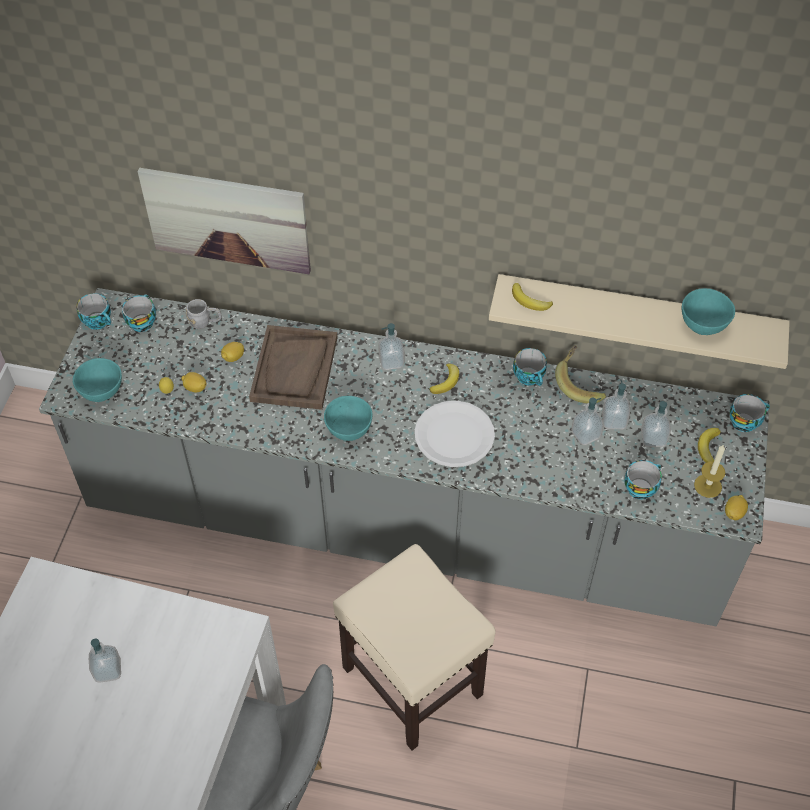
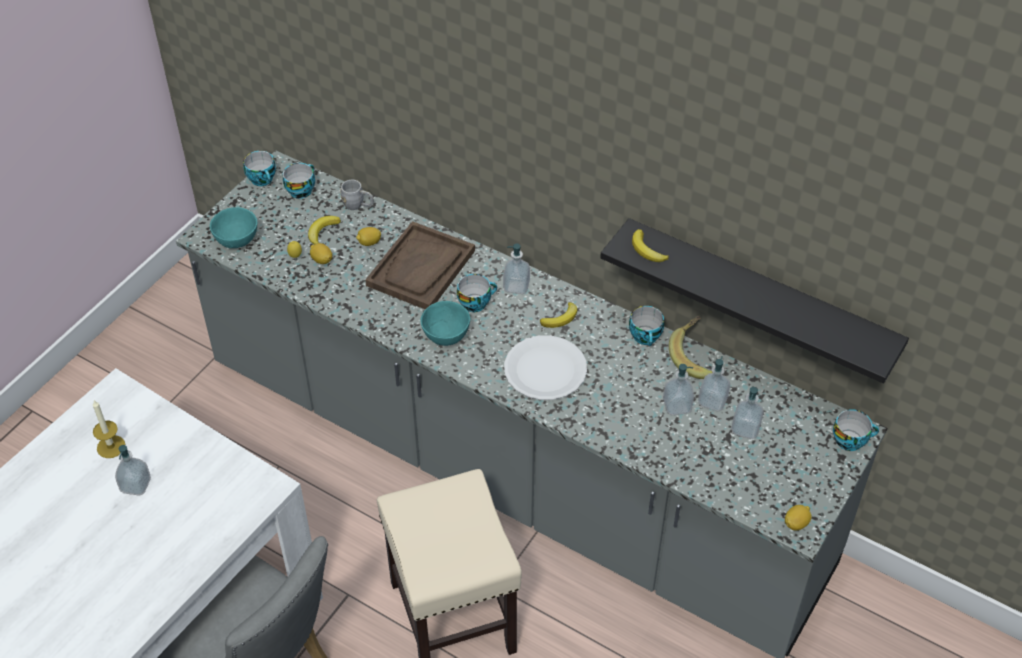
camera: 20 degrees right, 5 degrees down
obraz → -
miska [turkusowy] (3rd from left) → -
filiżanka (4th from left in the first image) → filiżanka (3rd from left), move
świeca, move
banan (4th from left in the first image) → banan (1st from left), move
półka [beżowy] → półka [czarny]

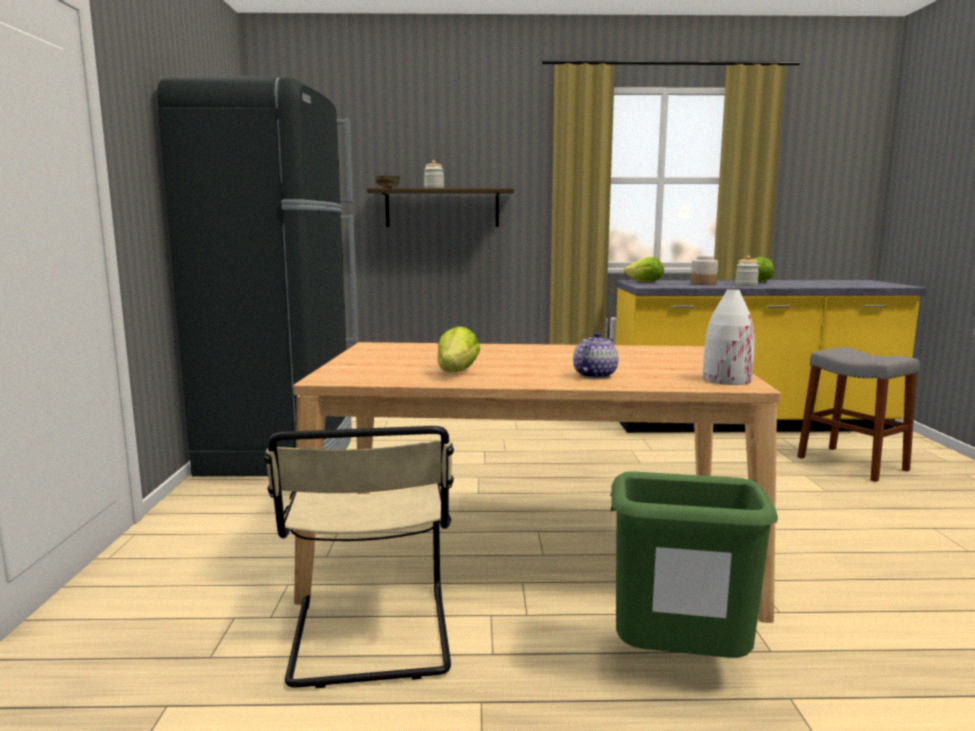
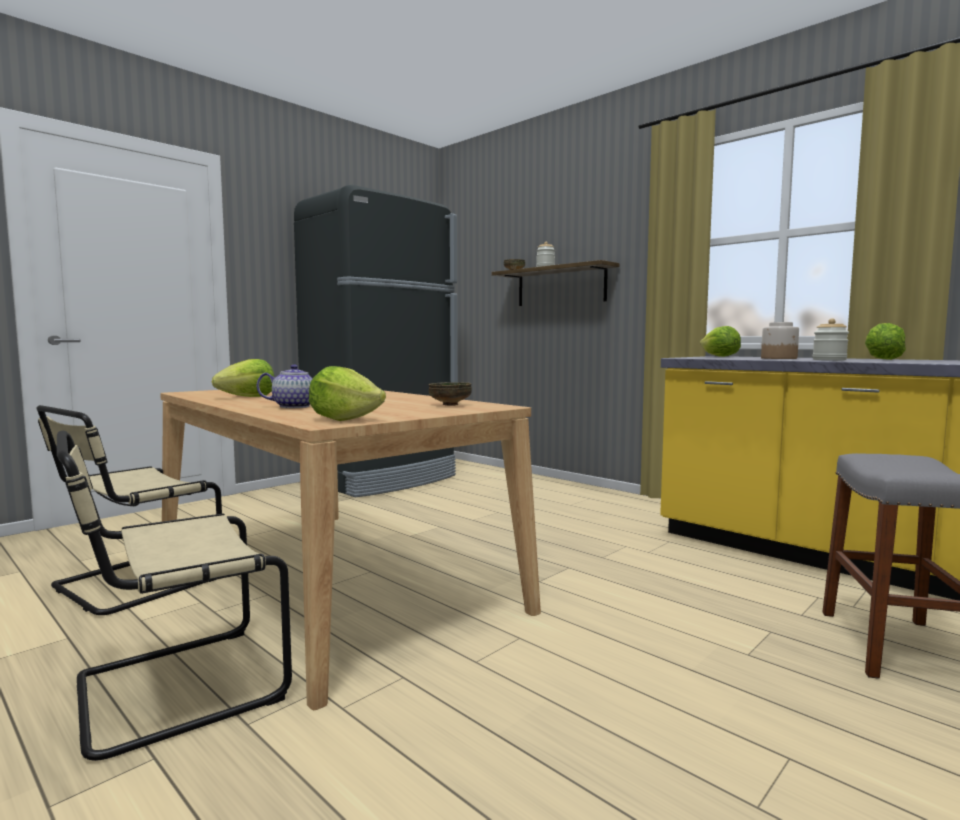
camera: 45 degrees right, 5 degrees down
- → miska (1st from left)
kosz na śmieci [zielony] → krzesło [beżowy] (2nd from left)
wazon [biały] → sałata (2nd from left)

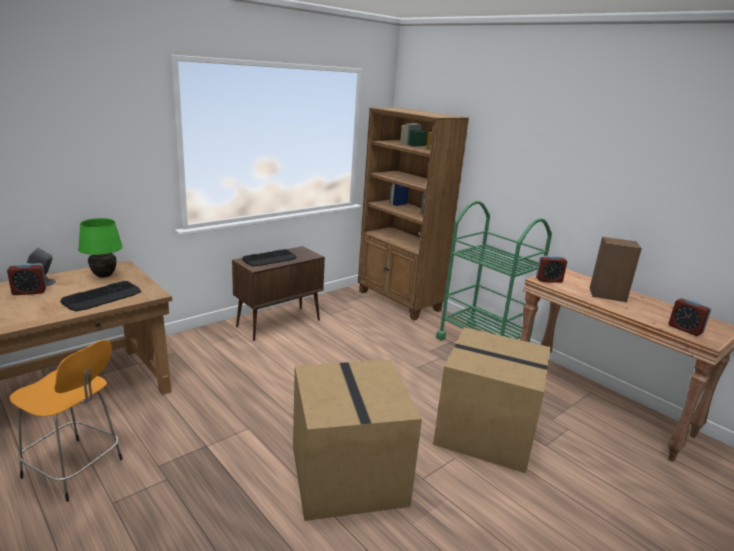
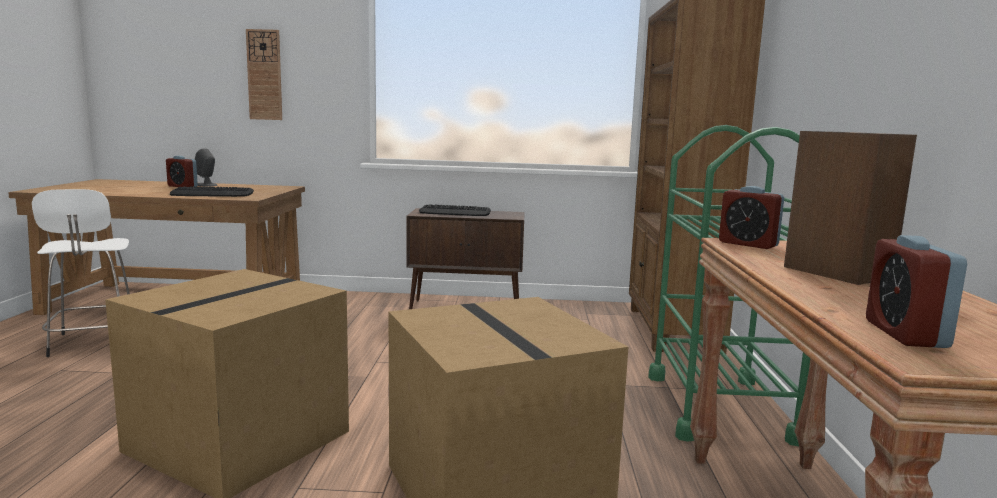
camera: 45 degrees right, 10 degrees down
lampa stołowa [zielony] → -
- → zegar ścienny
stołek [pomarańczowy] → stołek [biały]

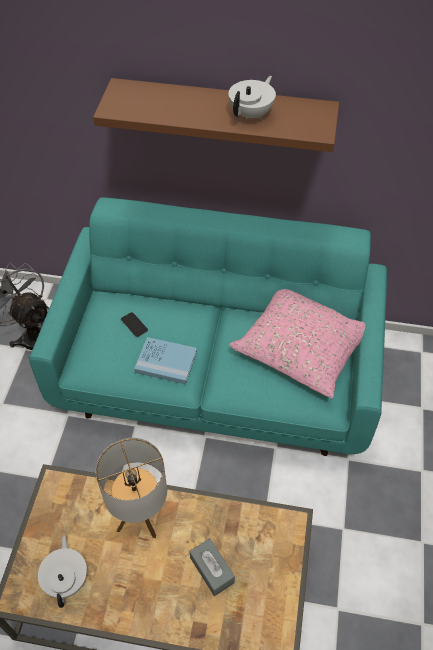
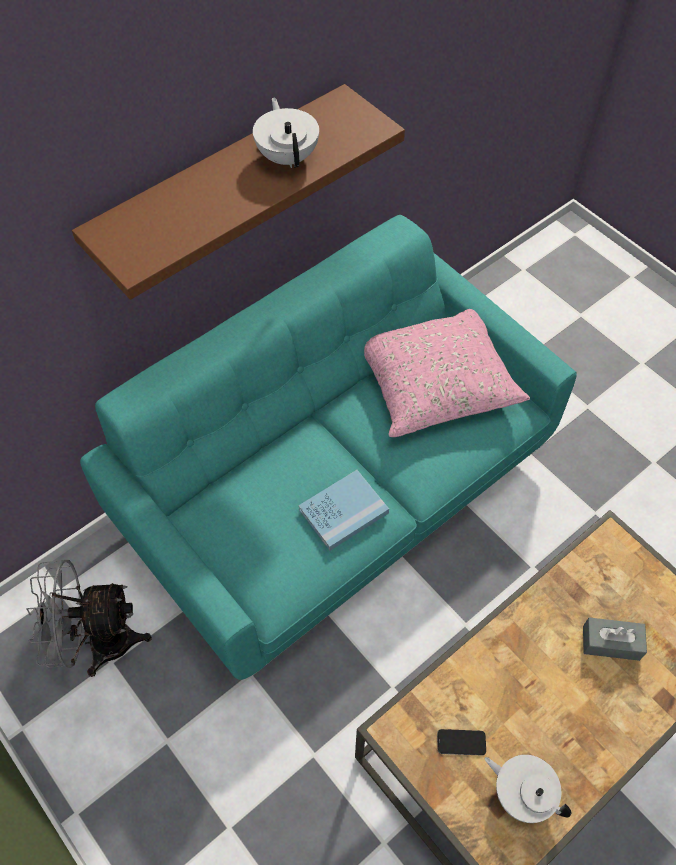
camera: 50 degrees left, 5 degrees up
lampa stołowa → -
telefon, move

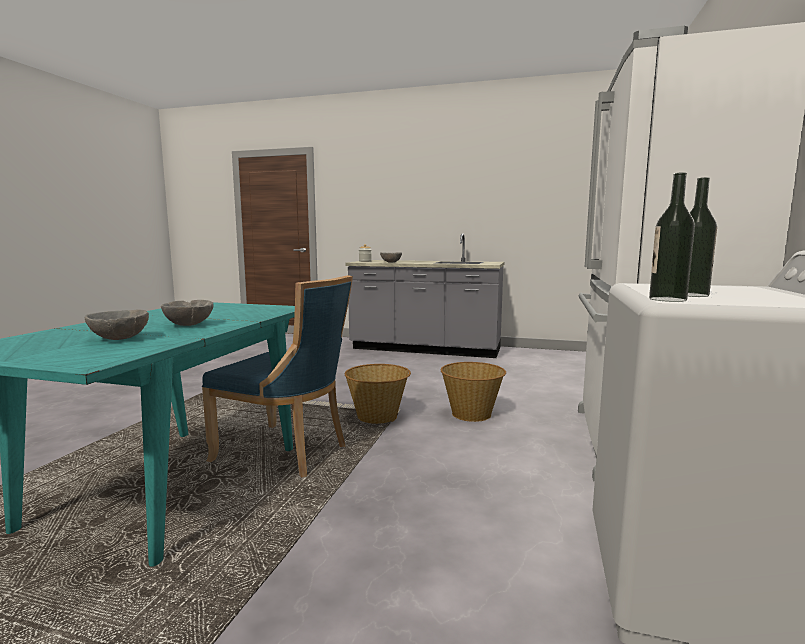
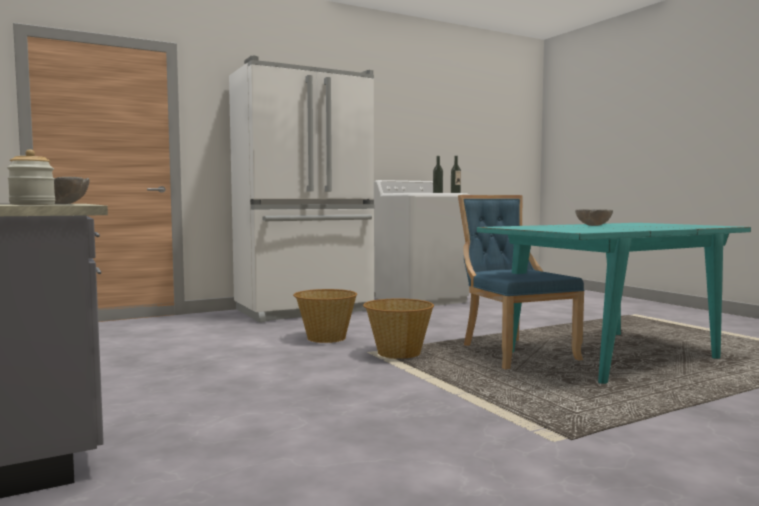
camera: 135 degrees left, 5 degrees down
miska [szary] (1st from left) → -

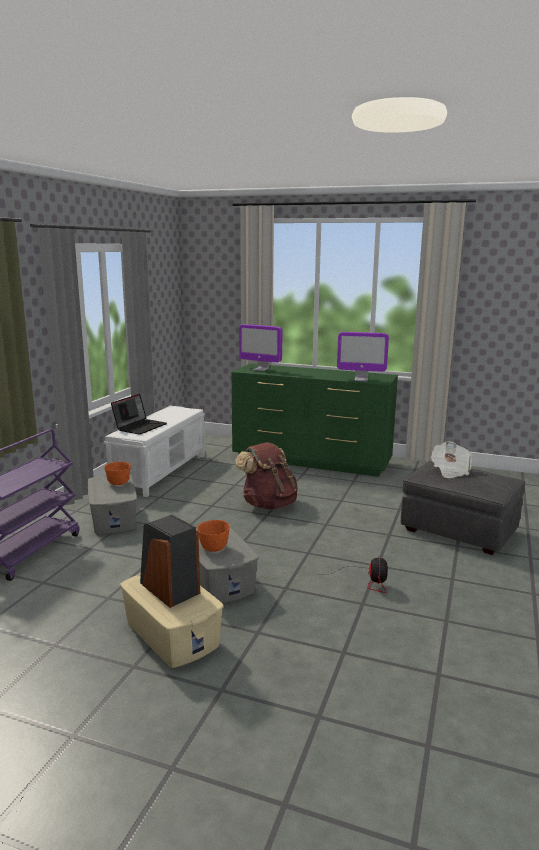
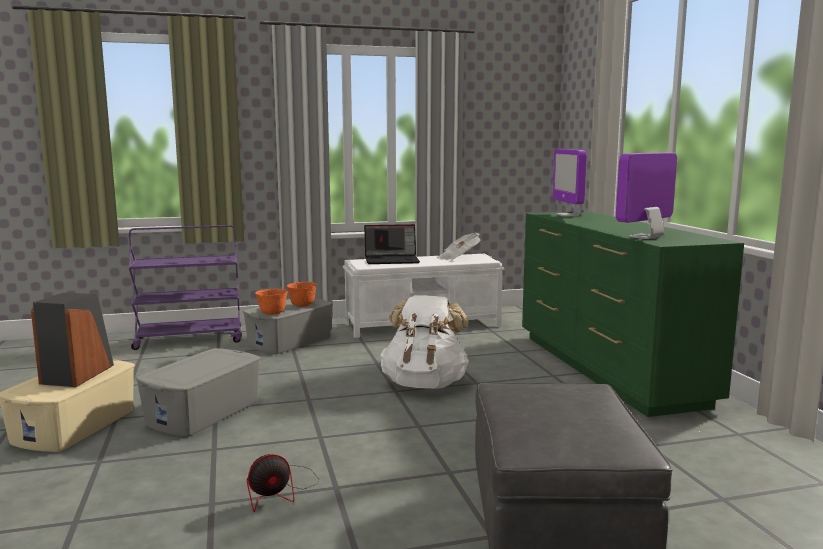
camera: 55 degrees right, 5 degrees down
miska [pomarańczowy] (2nd from left in the first image) → miska [pomarańczowy] (1st from left), move
gazeta, move
plecak [brązowy] → plecak [biały]
monitor (2nd from left), 75 degrees clockwise

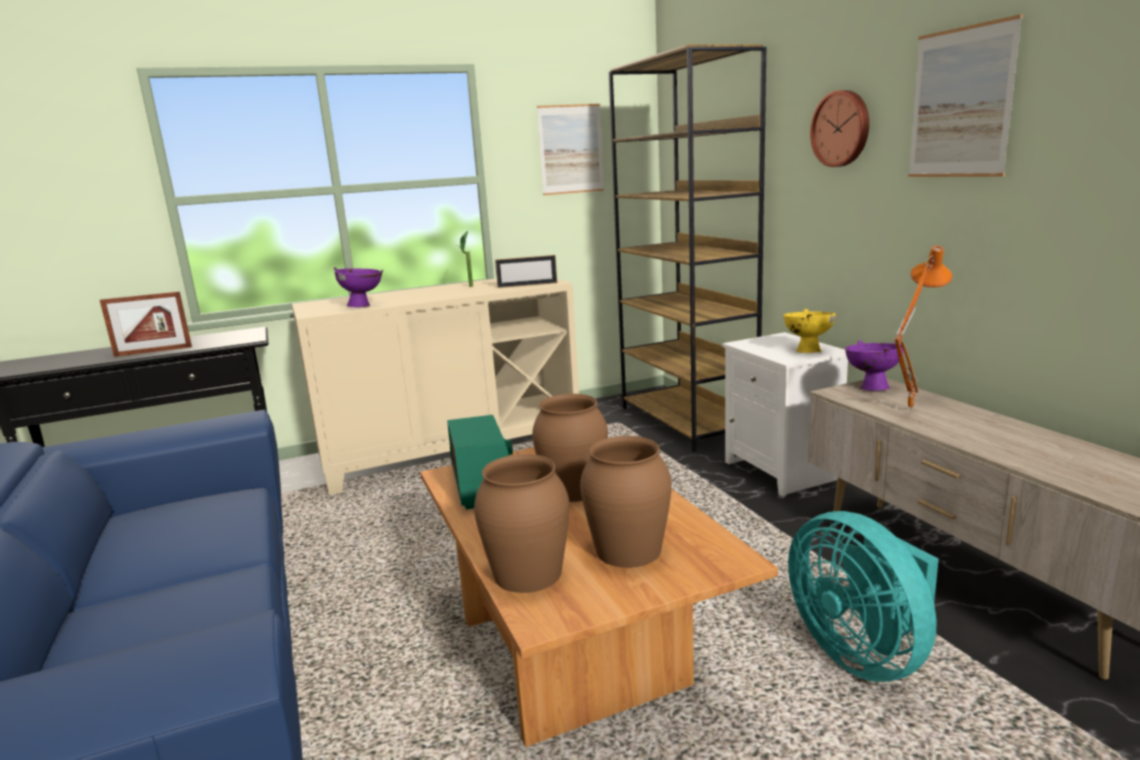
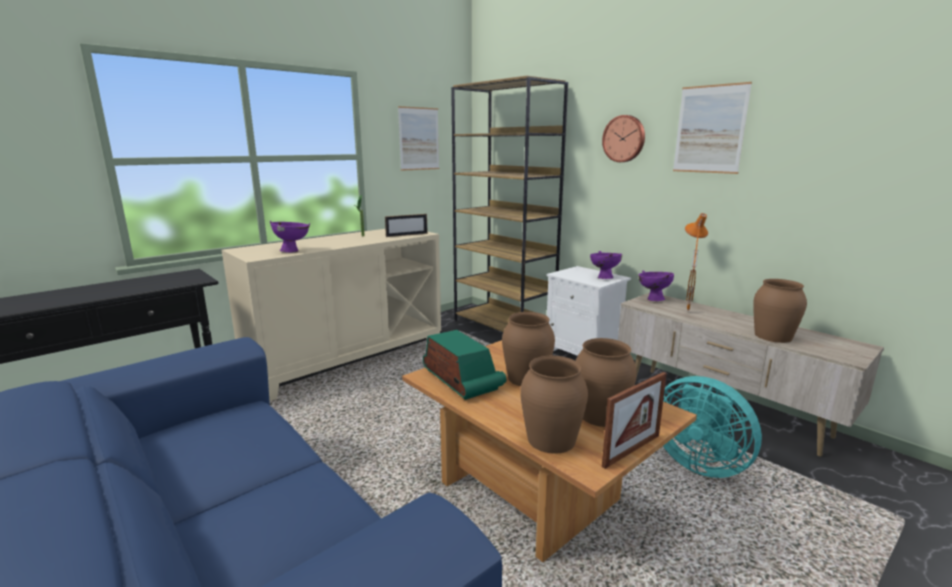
camera: 20 degrees left, 0 degrees up
- → wazon [brązowy] (4th from left)
ramka na zdjęcie (1st from left in the first image) → ramka na zdjęcie (2nd from left), move
miska [żółty] → miska [fioletowy] (2nd from left)

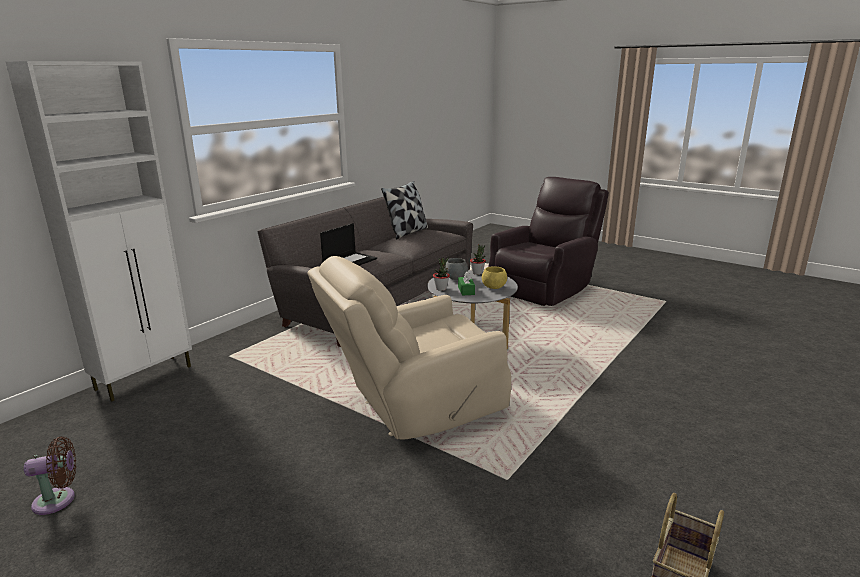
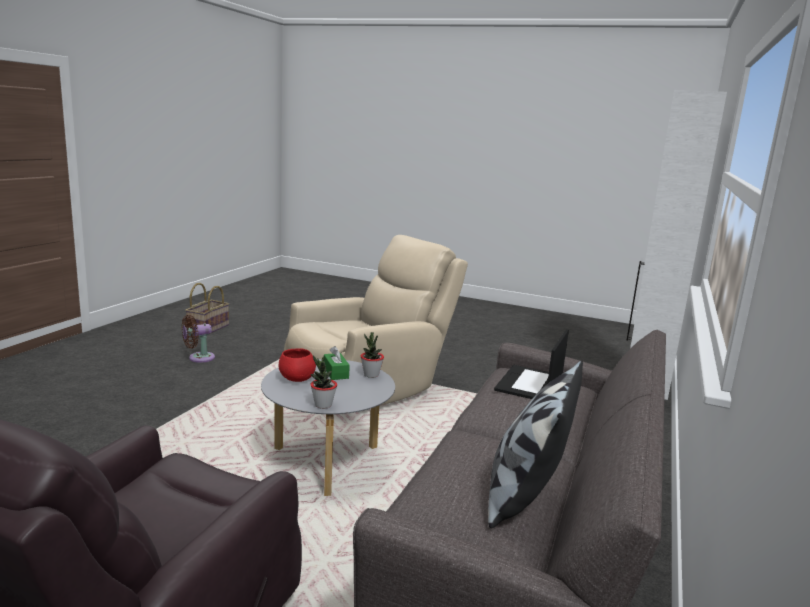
camera: 165 degrees right, 5 degrees down
miska [szary] → -
wentylator [brązowy], move
miska [żółty] → miska [czerwony]

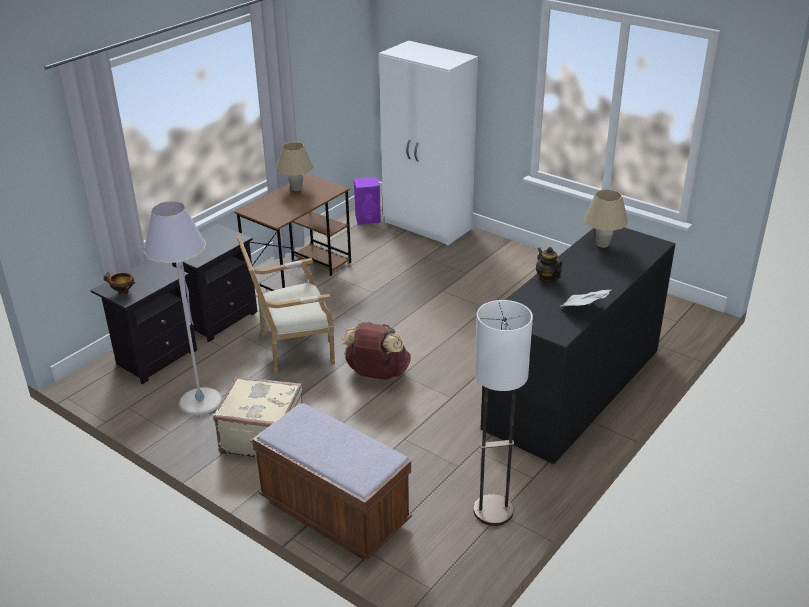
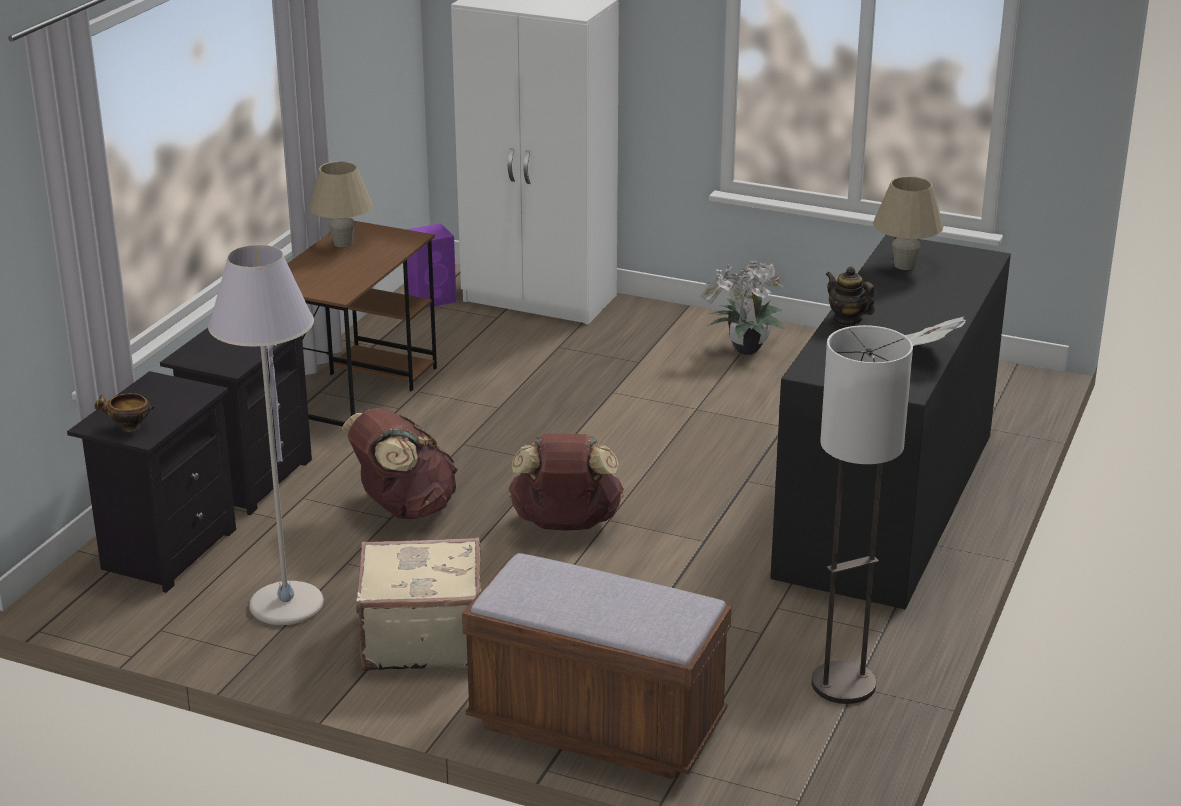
camera: 15 degrees left, 5 degrees down
- → roślina doniczkowa
fotel → plecak [brązowy] (1st from left)

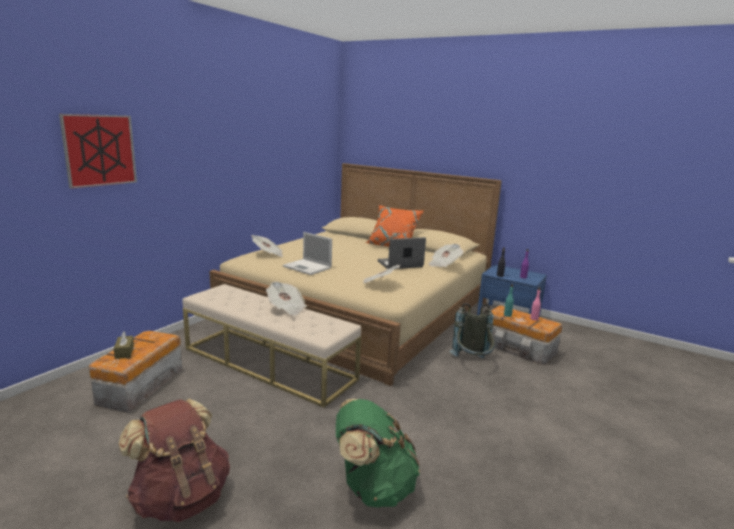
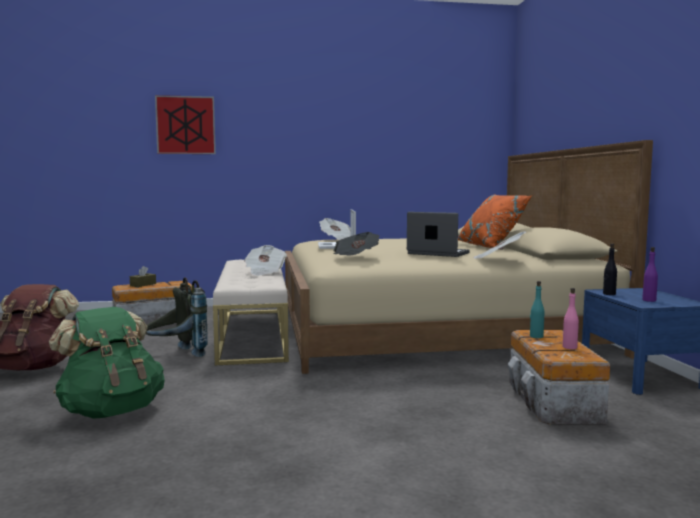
camera: 50 degrees right, 10 degrees down
plecak [szary], move

